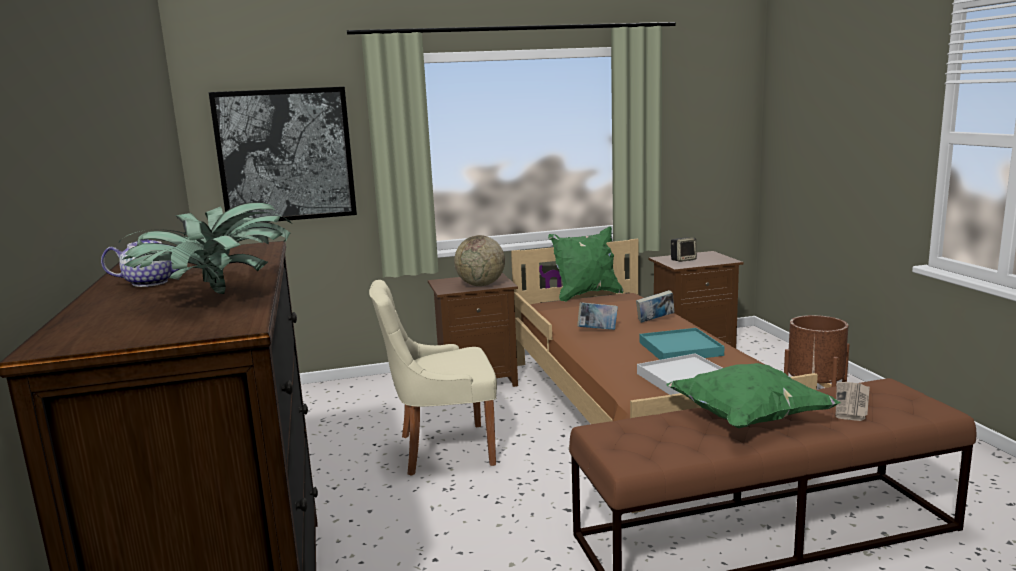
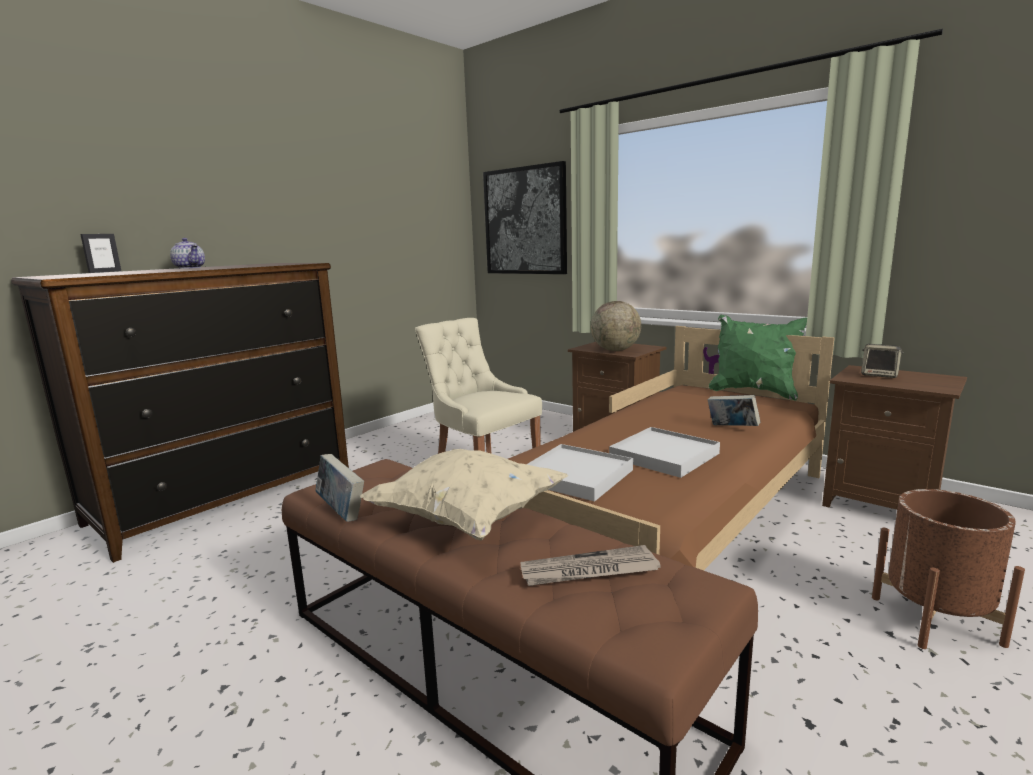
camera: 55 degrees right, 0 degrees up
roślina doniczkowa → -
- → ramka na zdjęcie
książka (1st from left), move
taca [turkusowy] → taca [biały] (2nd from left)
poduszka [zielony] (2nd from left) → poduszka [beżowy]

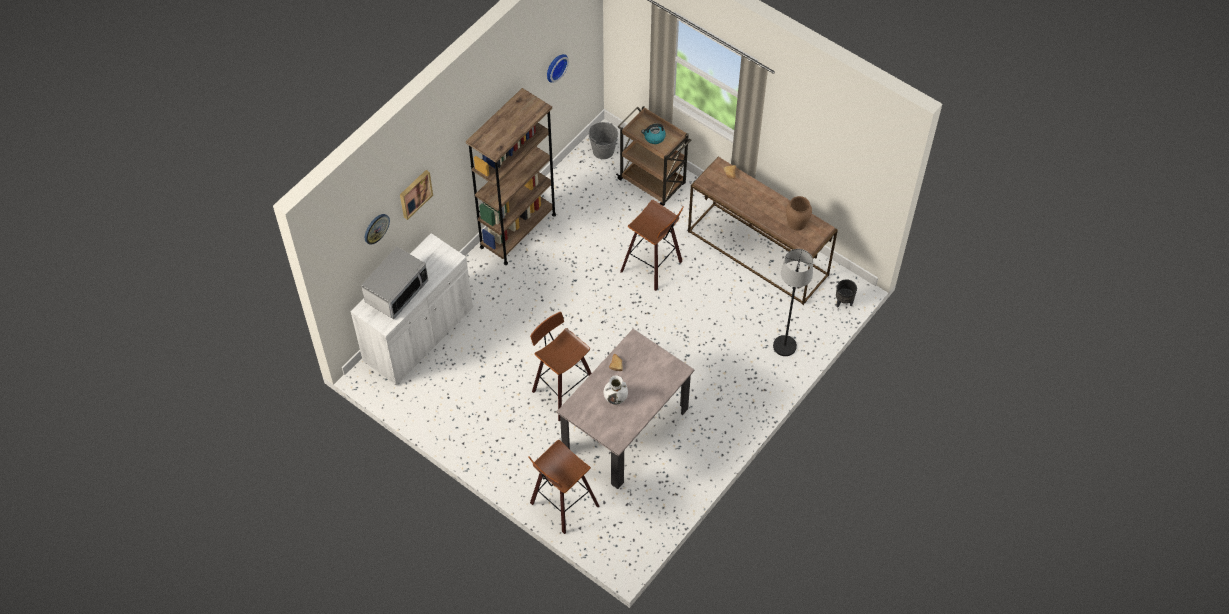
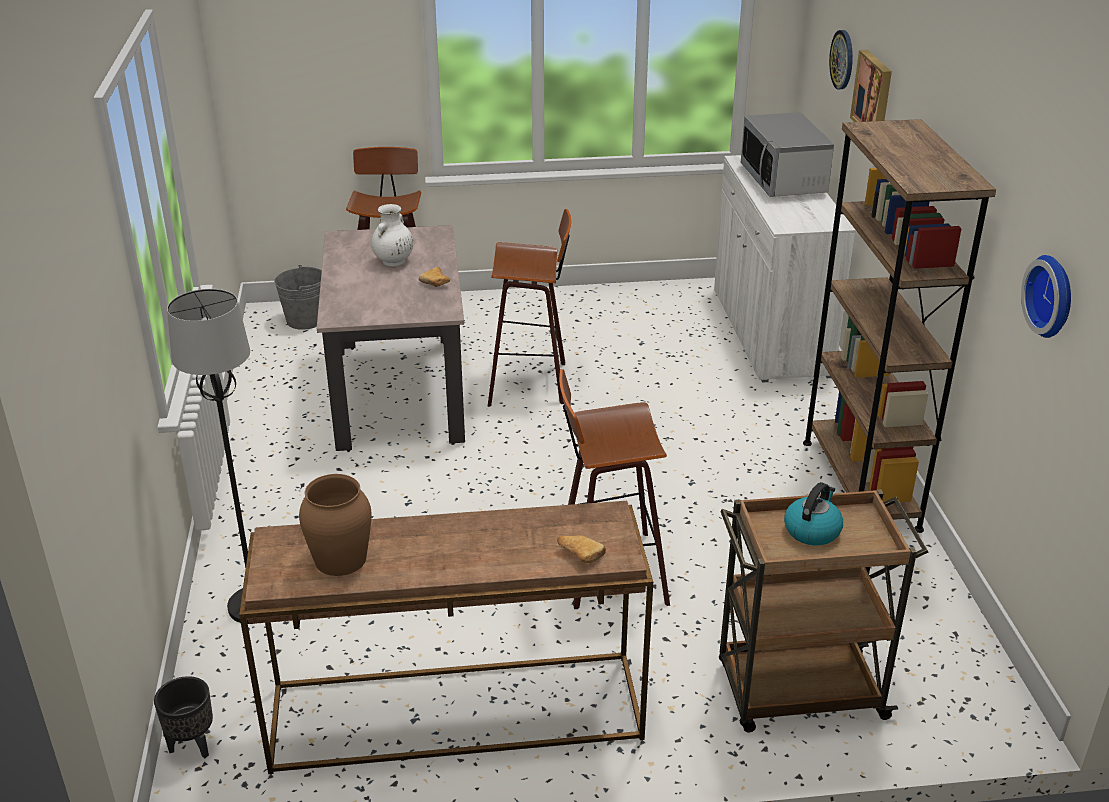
camera: 135 degrees right, 25 degrees down
wiadro [szary], move

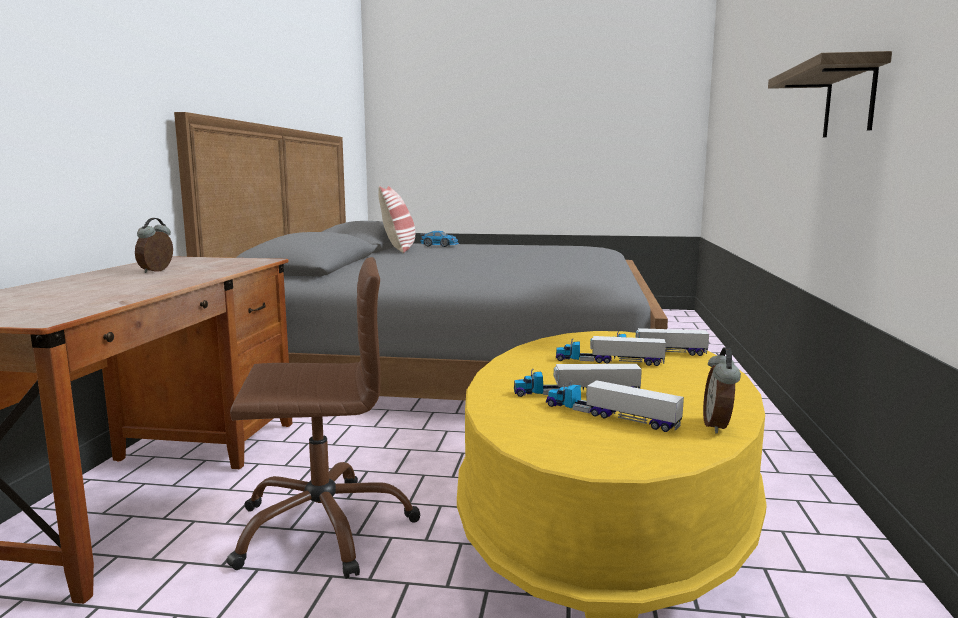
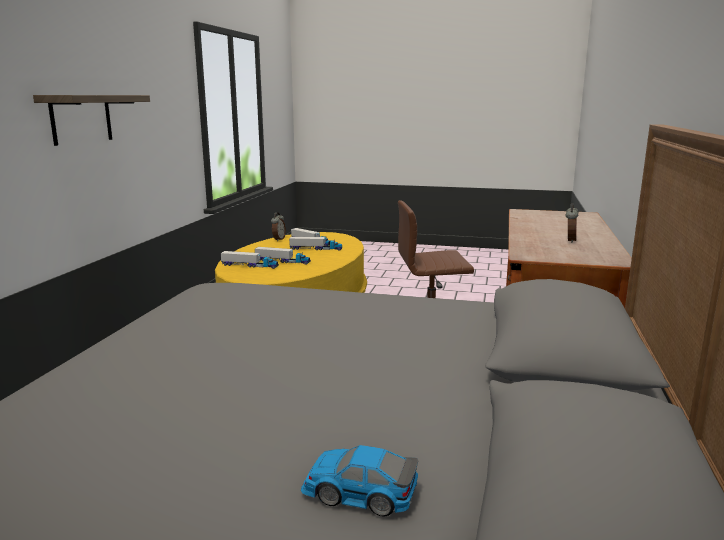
camera: 175 degrees left, 5 degrees up
poduszka → -

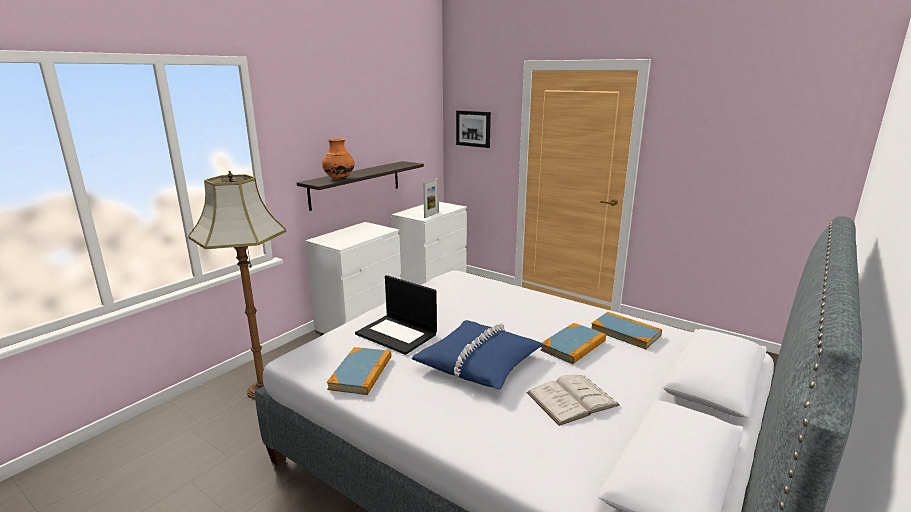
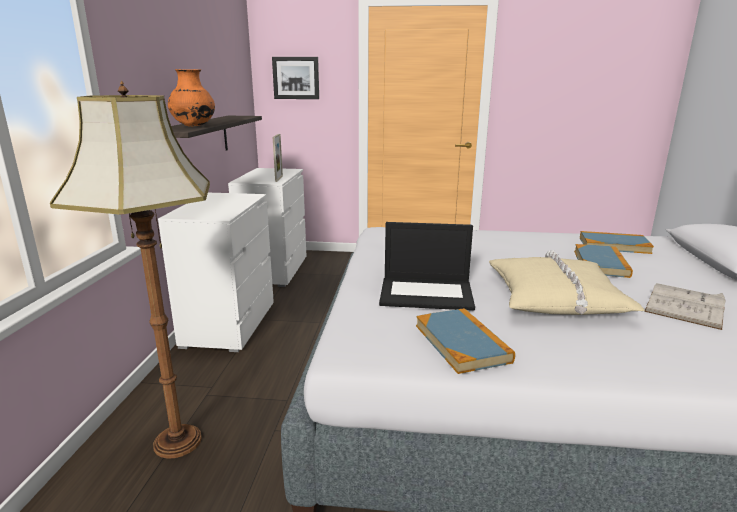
camera: 30 degrees left, 0 degrees up
poduszka [niebieski] → poduszka [beżowy]

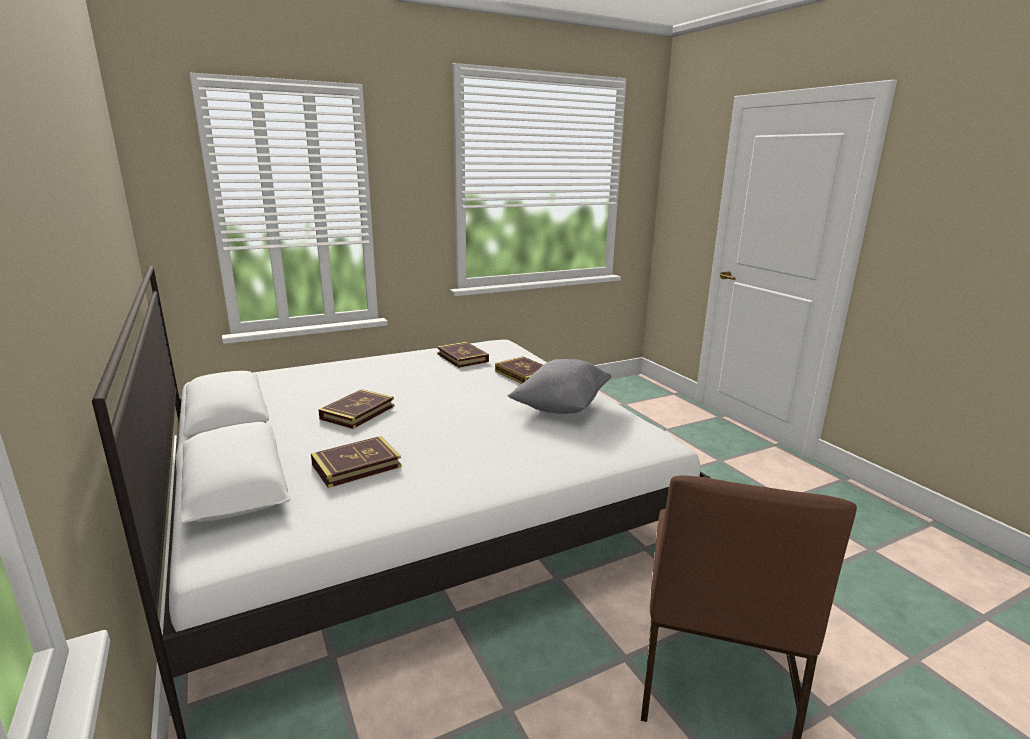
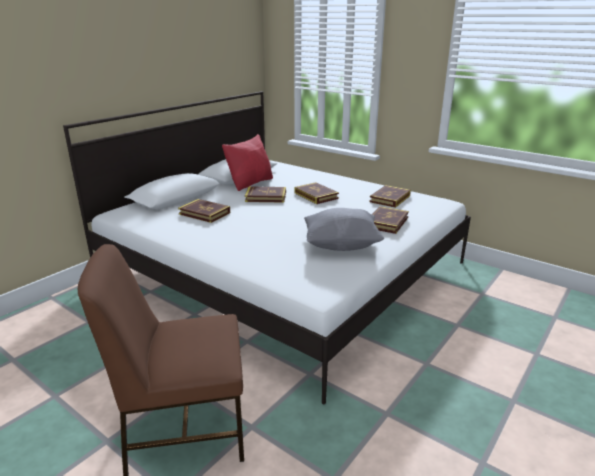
camera: 65 degrees right, 5 degrees up
- → poduszka [czerwony]
- → książka (3rd from left)

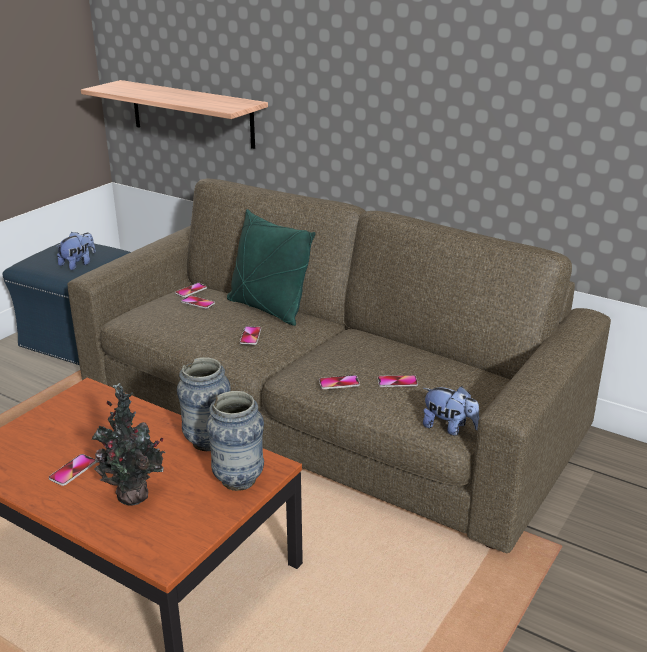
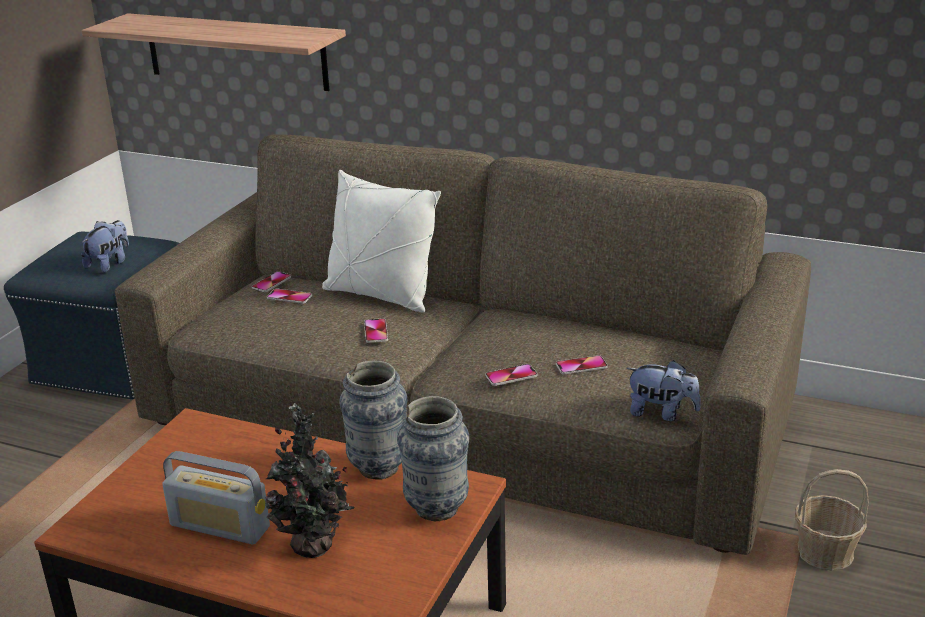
camera: 10 degrees left, 0 degrees up
- → koszyk
telefon (1st from left) → radio
poduszka [zielony] → poduszka [biały]

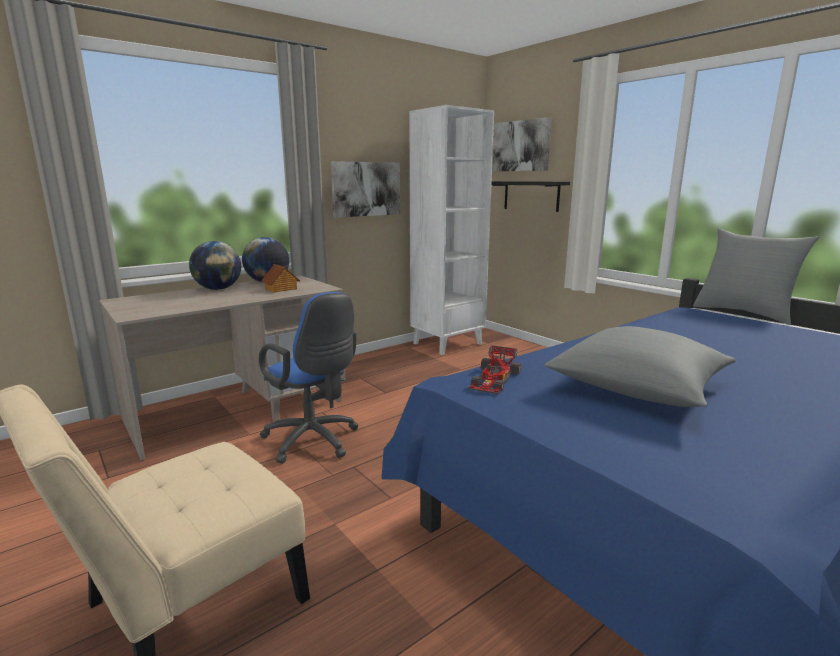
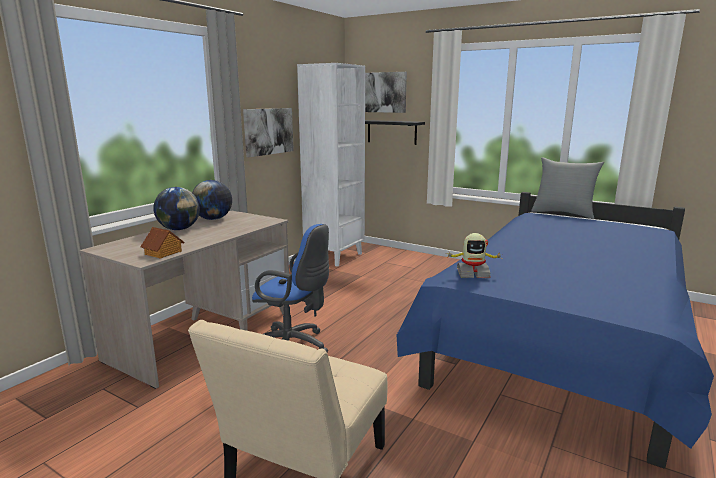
camera: 20 degrees left, 0 degrees up
poduszka [szary] (1st from left) → -
domek, move
samochodzik → robot zabawkowy

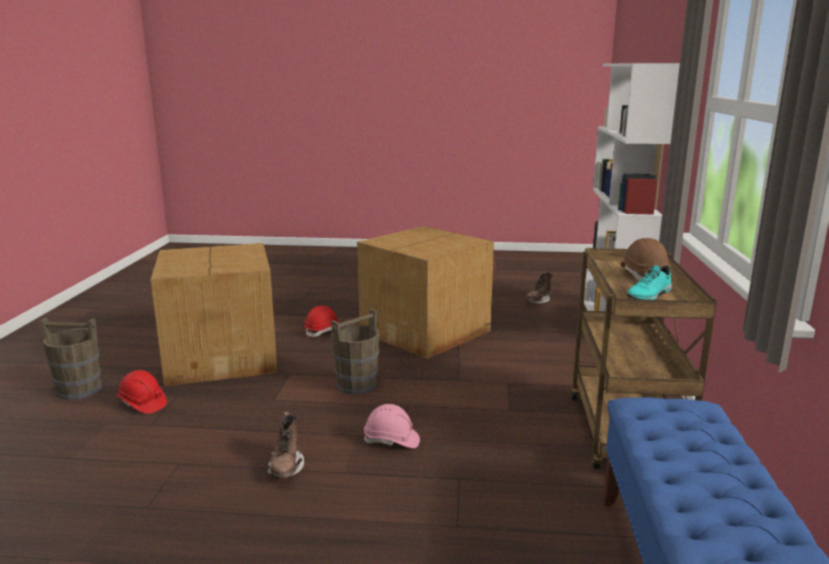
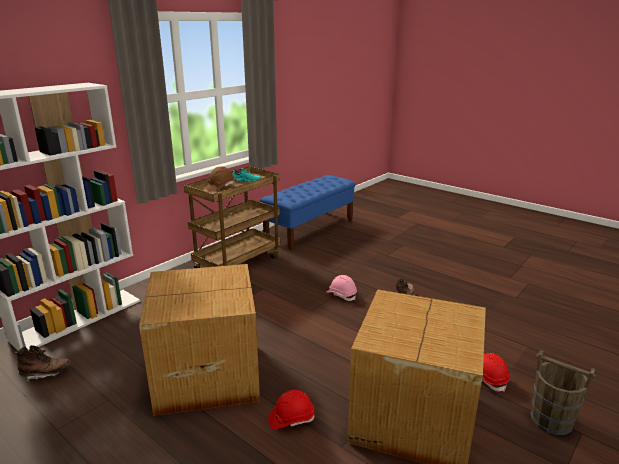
camera: 145 degrees left, 5 degrees up
wiadro [brązowy] (2nd from left) → -

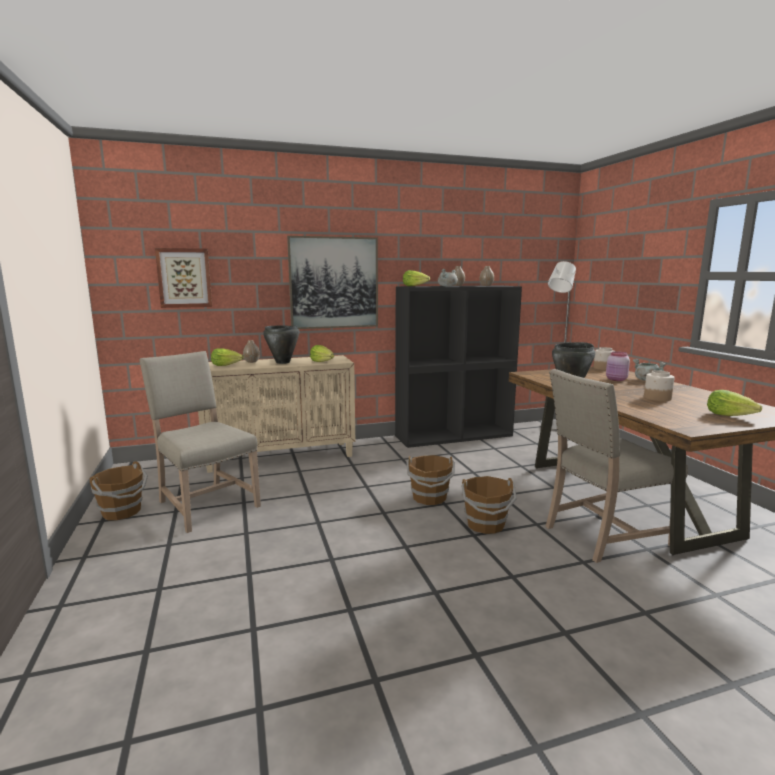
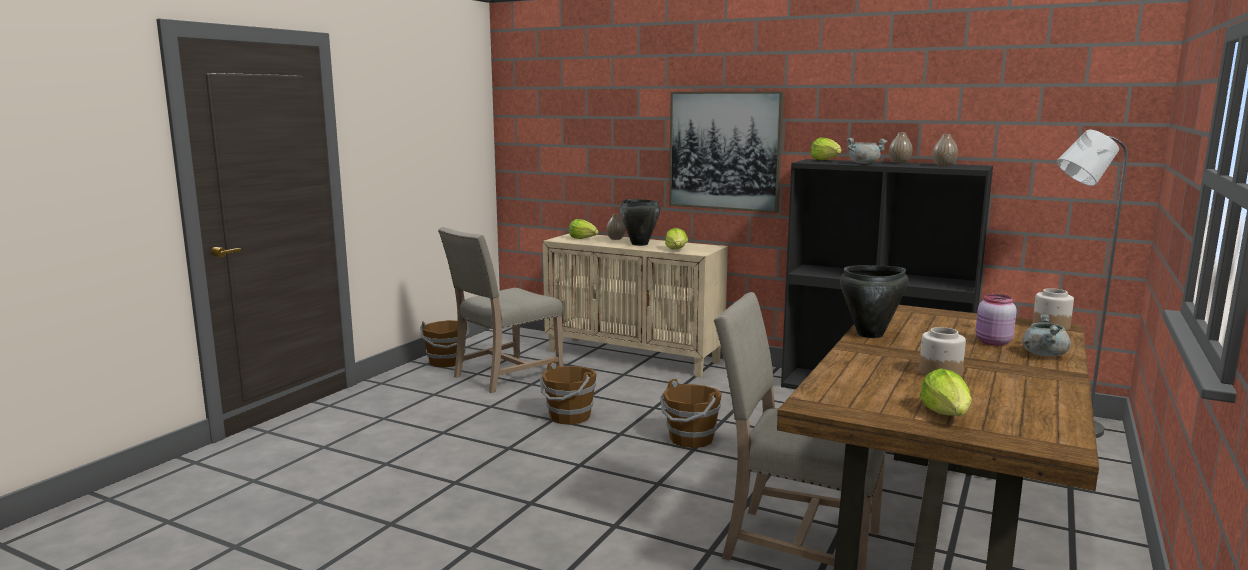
camera: 45 degrees right, 0 degrees up
obraz (1st from left) → -
wiadro [brązowy] (3rd from left in the first image) → wiadro [brązowy] (2nd from left), move
krzesło [beżowy] (1st from left), 135 degrees counterclockwise

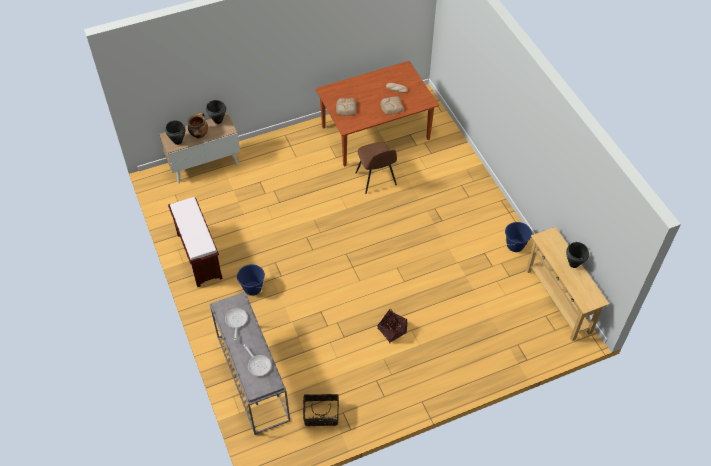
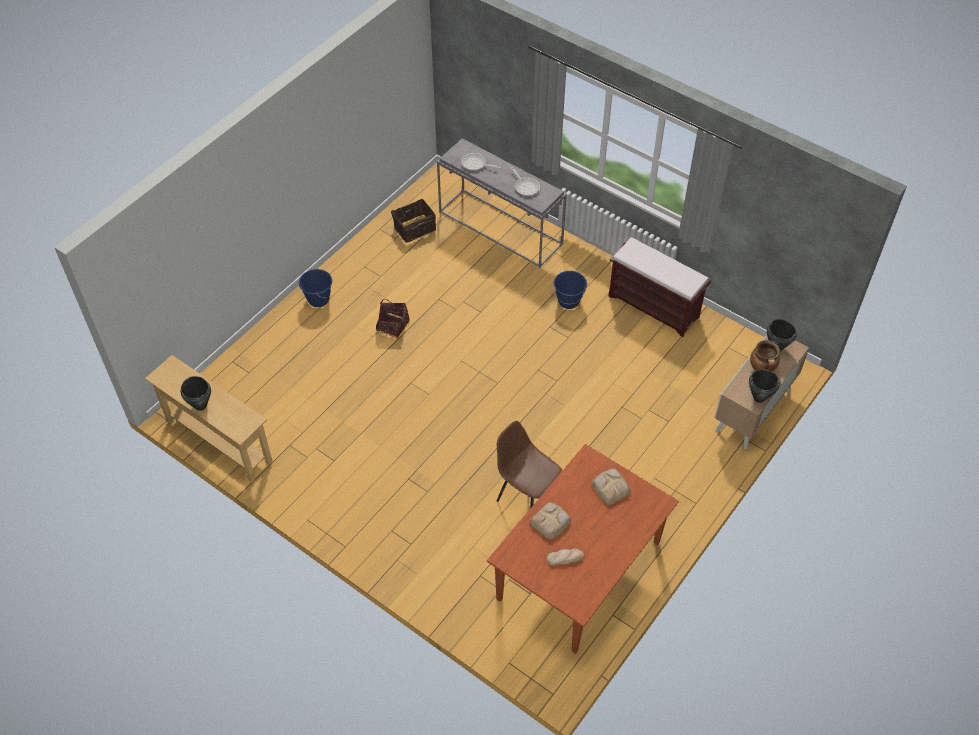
camera: 150 degrees right, 0 degrees up
wiadro [niebieski] (2nd from left in the first image) → wiadro [niebieski] (1st from left), move

